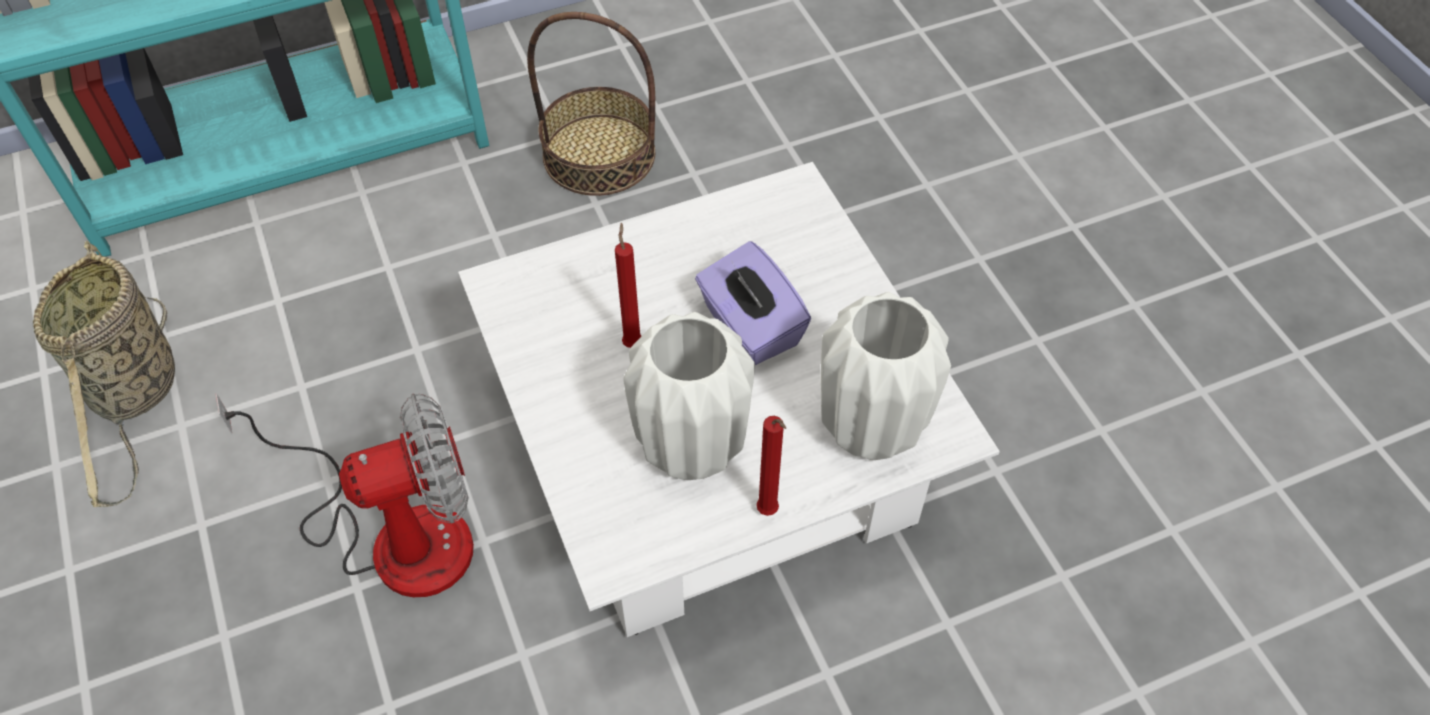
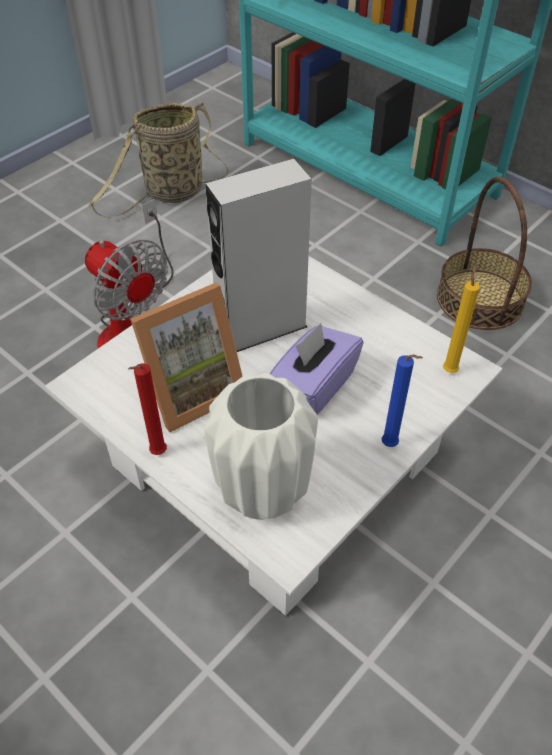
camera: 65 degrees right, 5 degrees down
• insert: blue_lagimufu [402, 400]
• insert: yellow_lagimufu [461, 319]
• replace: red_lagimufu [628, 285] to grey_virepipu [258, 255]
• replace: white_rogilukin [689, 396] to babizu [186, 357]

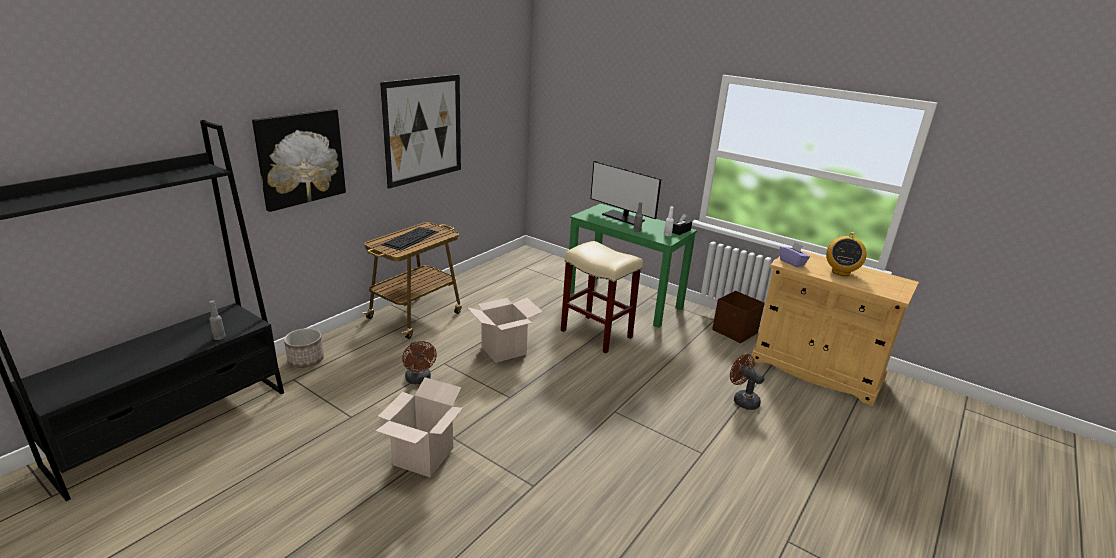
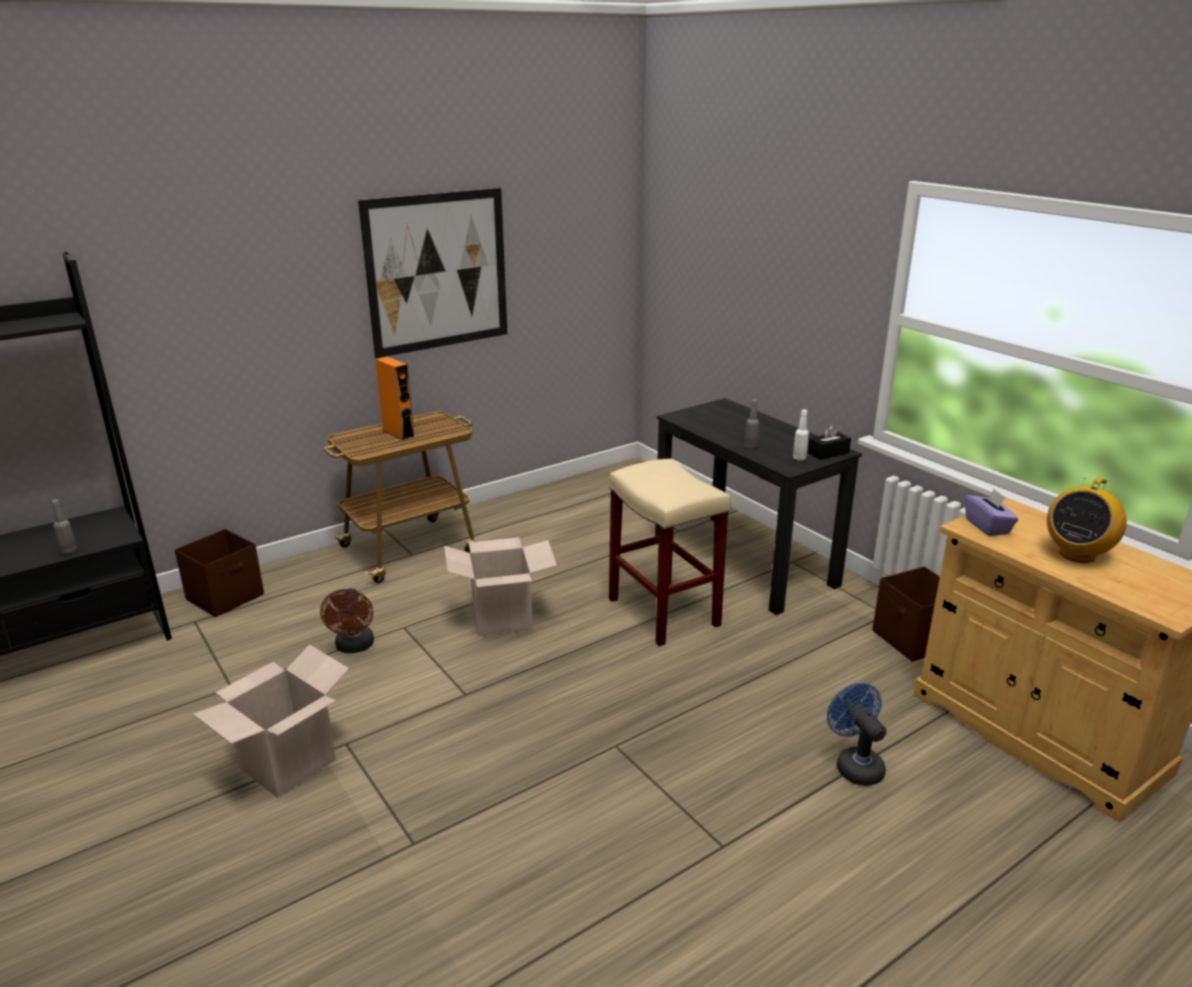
camera: 20 degrees right, 0 degrees up
• delete: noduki [299, 160]
• delete: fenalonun [626, 193]
• replace: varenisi [304, 348] to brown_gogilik [219, 573]
• replace: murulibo [409, 239] to orange_virepipu [395, 398]
• recolor: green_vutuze [633, 265] to black_vutuze [758, 506]
• recolor: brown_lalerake [747, 382] to blue_lalerake [857, 734]

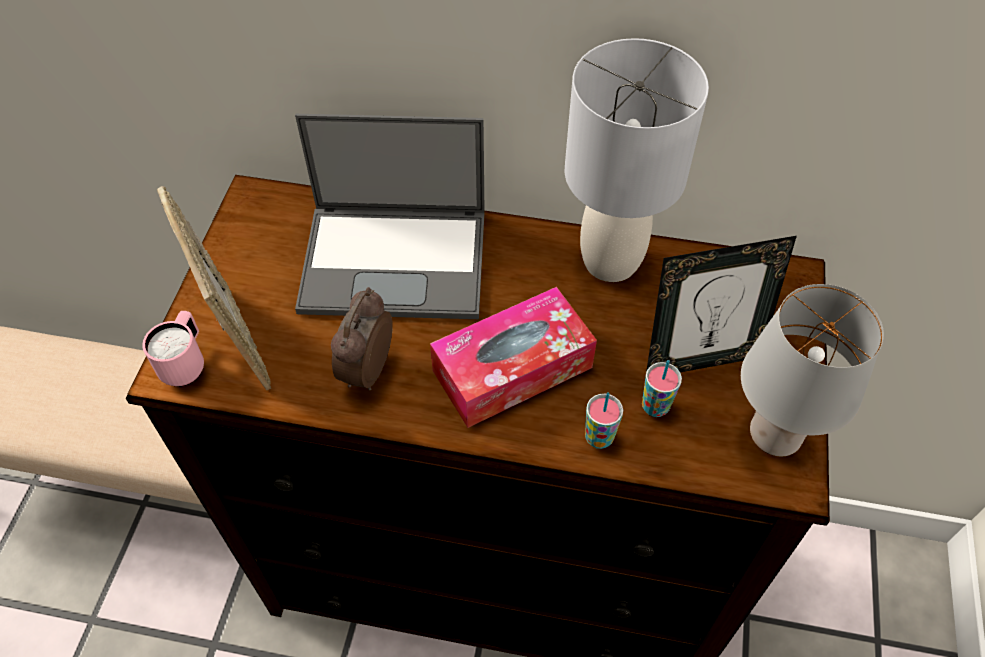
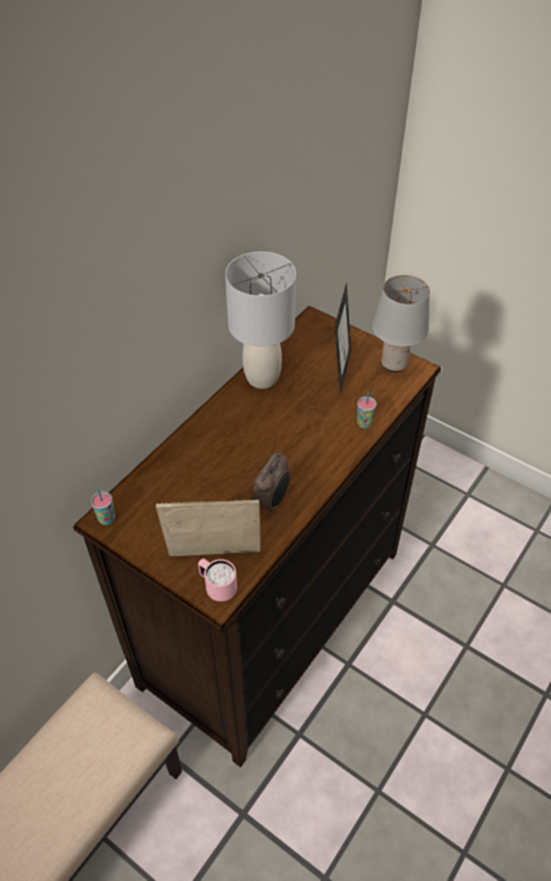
camera: 65 degrees left, 5 degrees down
• delete: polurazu [390, 216]
• delete: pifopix [513, 357]
• move: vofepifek [662, 388] to [103, 507]
• rotate: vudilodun [362, 339] = [271, 484] 105 degrees counterclockwise

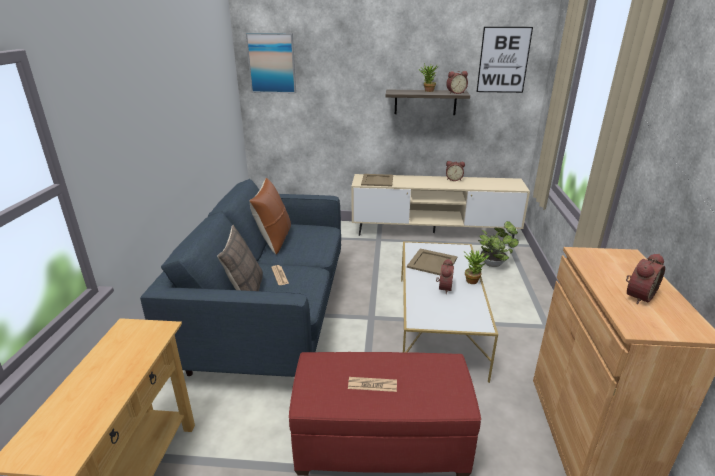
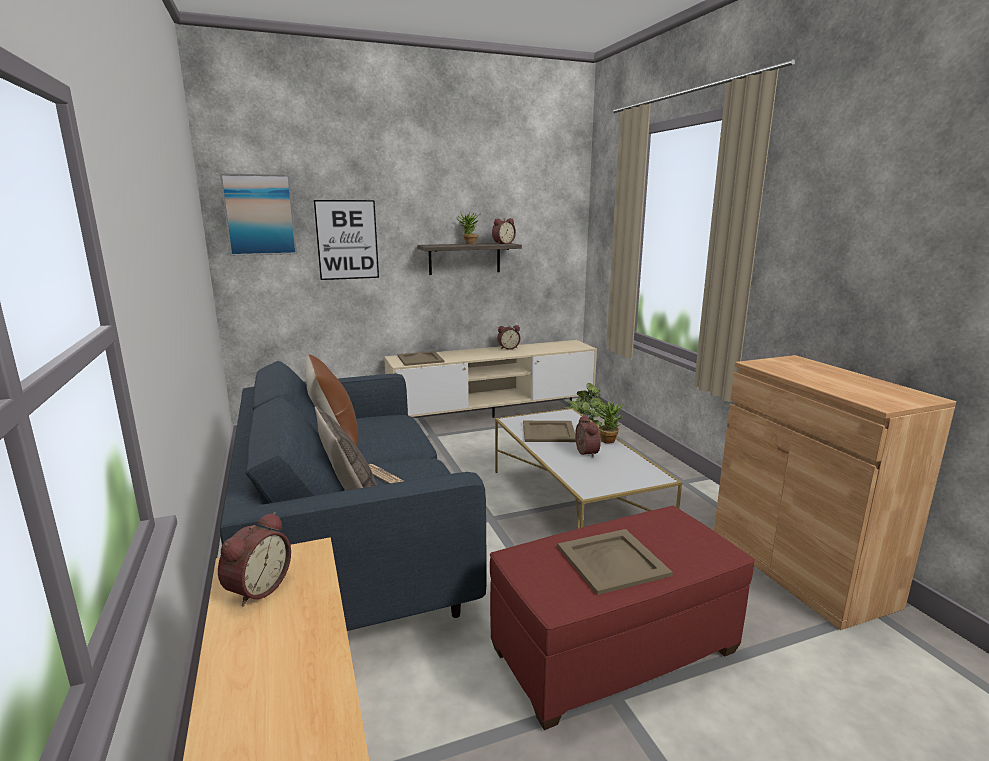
camera: 25 degrees left, 10 degrees down
• move: noduki [505, 60] to [346, 240]
• move: vudilodun [645, 278] to [254, 559]
• replace: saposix [372, 384] to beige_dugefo [615, 562]

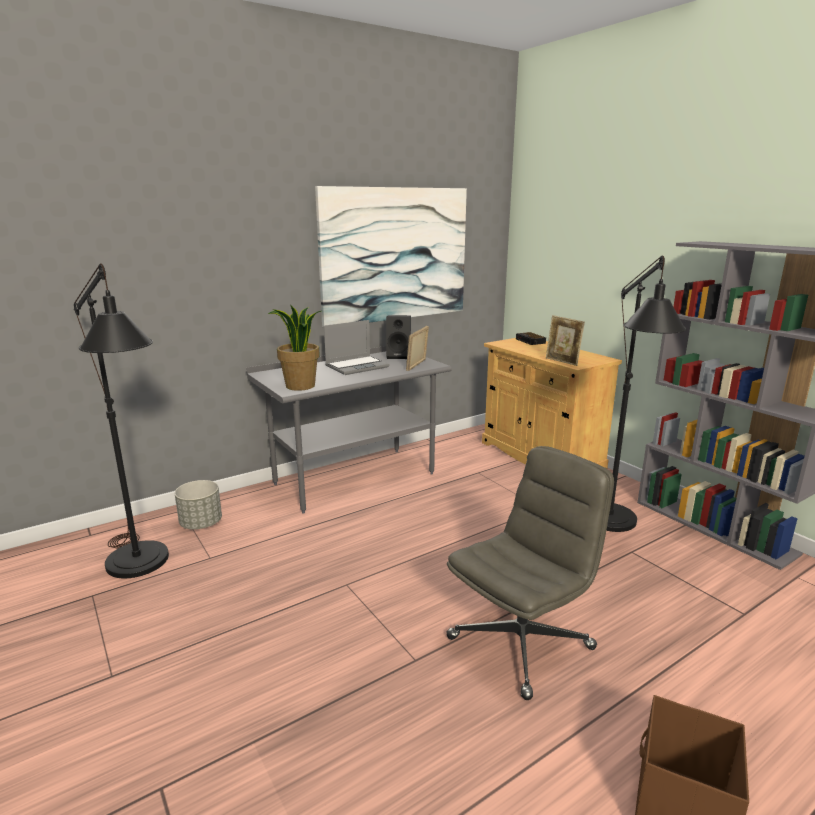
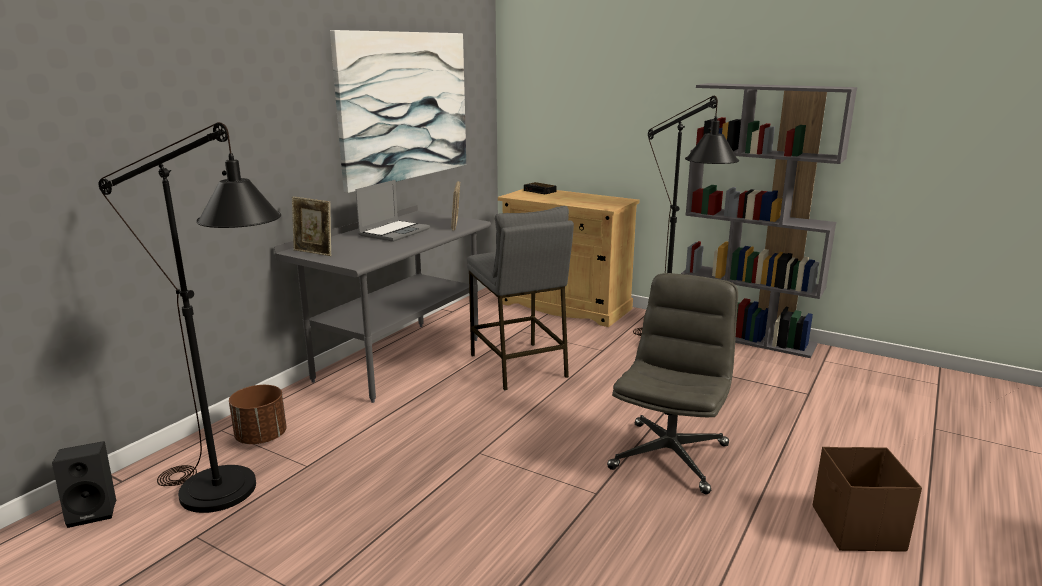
camera: 25 degrees left, 0 degrees up
• delete: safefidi [294, 348]
• insert: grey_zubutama [520, 298]
• move: black_virepipu [398, 337] to [84, 484]
• move: babizu [565, 340] to [311, 226]
• recolor: grey_varenisi [198, 504] to brown_varenisi [258, 414]

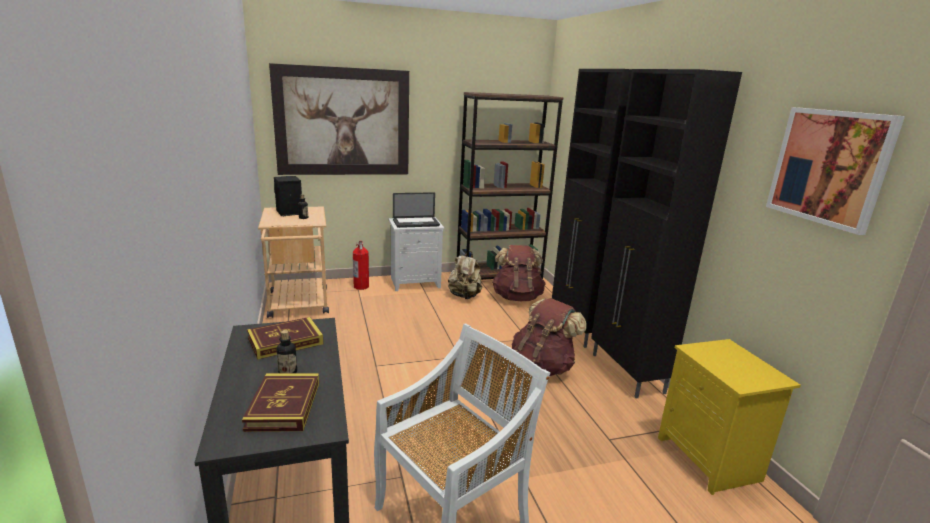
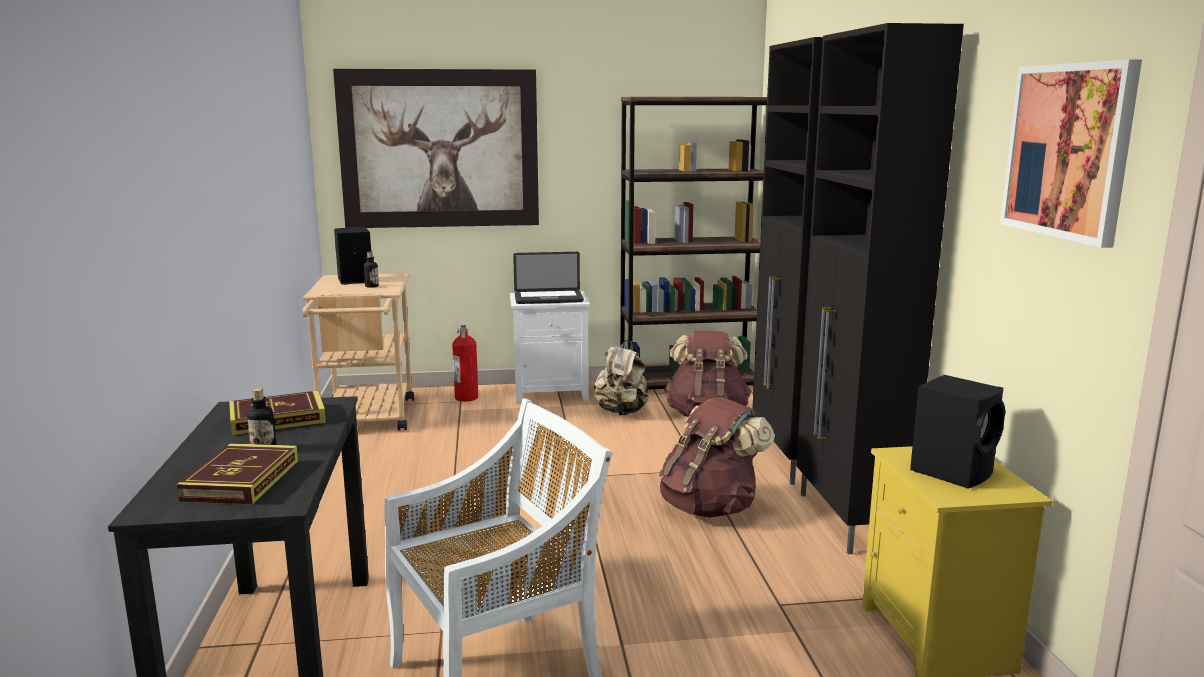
camera: 10 degrees right, 5 degrees down
• insert: black_virepipu [957, 432]

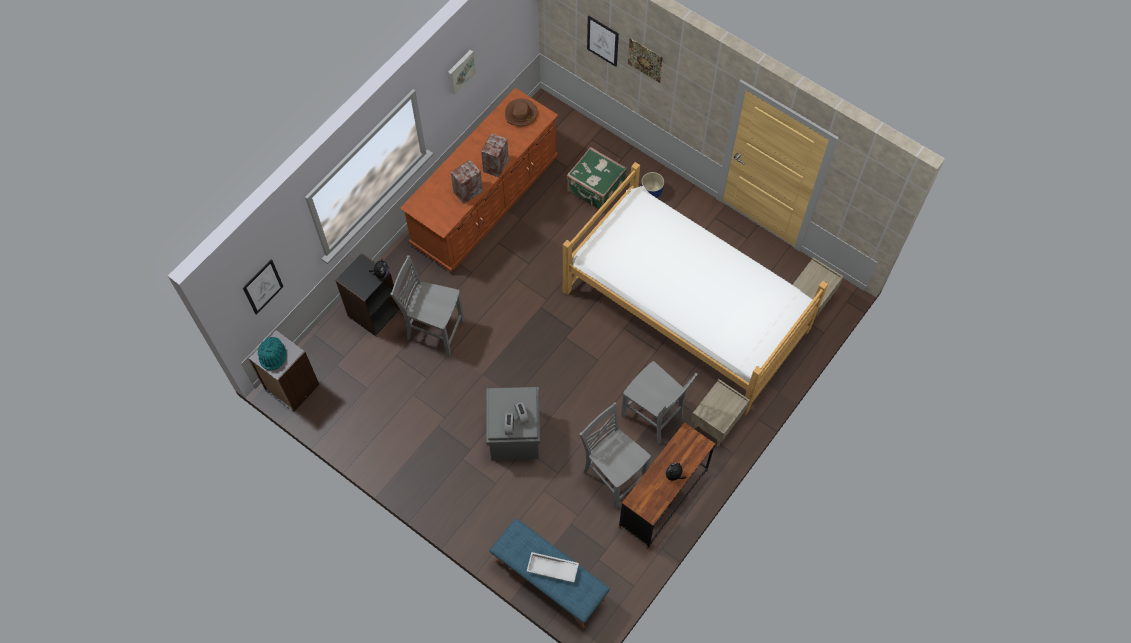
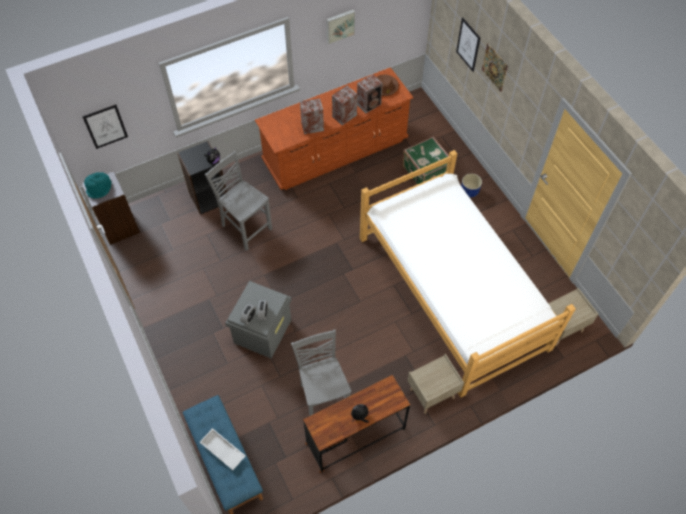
camera: 25 degrees right, 5 degrees down
• delete: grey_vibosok [659, 402]
• insert: virepipu [370, 93]

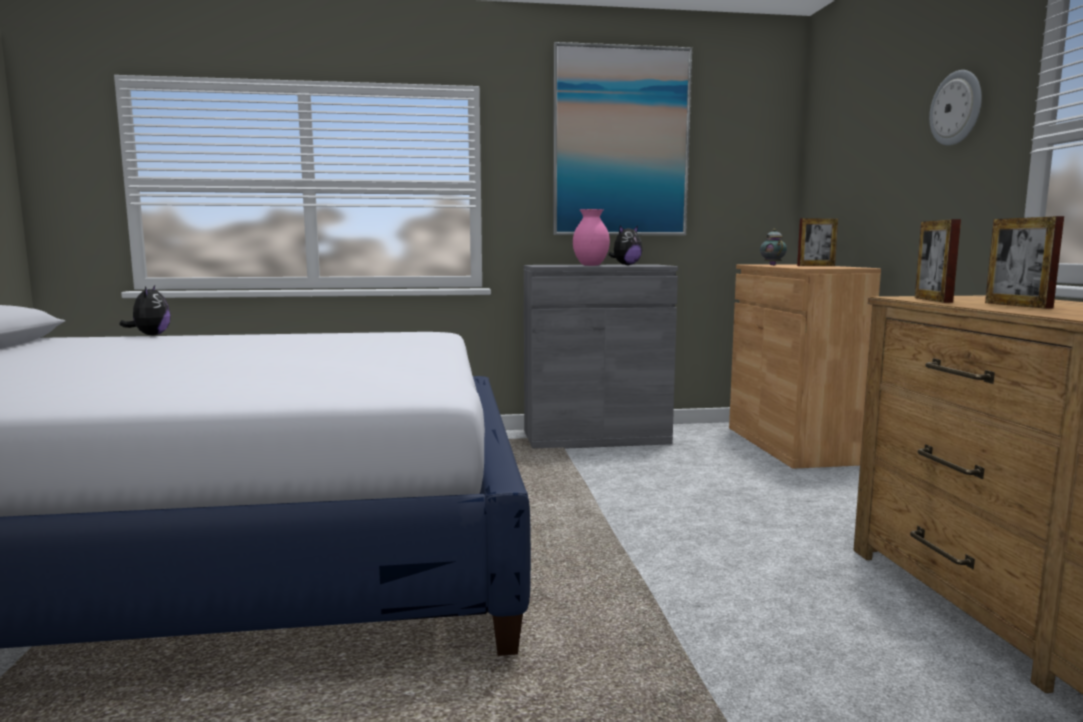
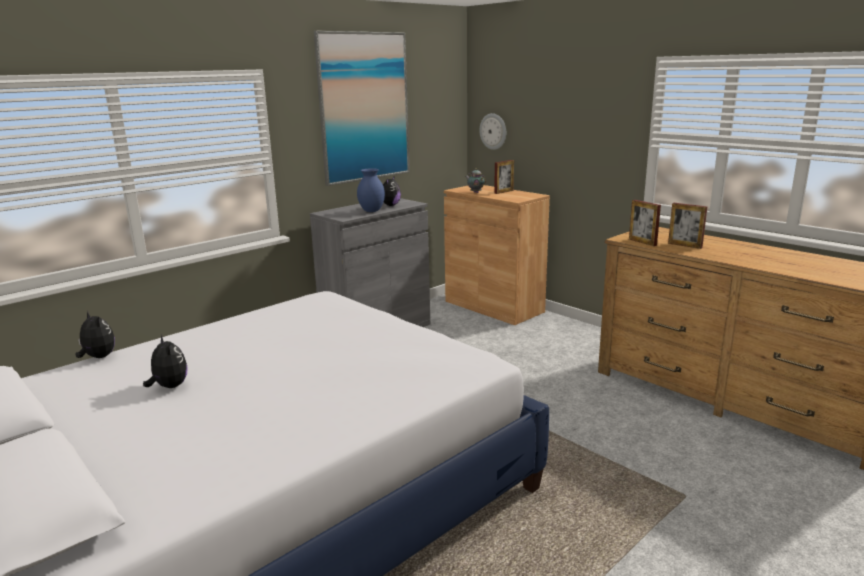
camera: 35 degrees left, 10 degrees up
• insert: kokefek [165, 361]
• move: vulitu [955, 108] to [492, 131]
• recolor: pink_rogilukin [591, 237] to blue_rogilukin [371, 190]

